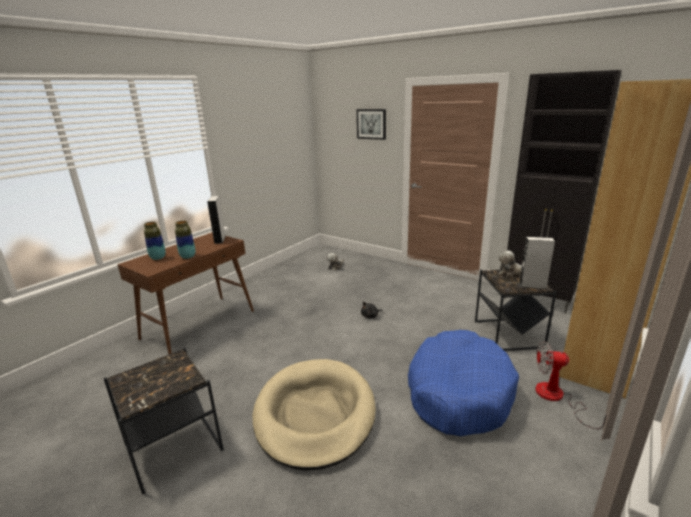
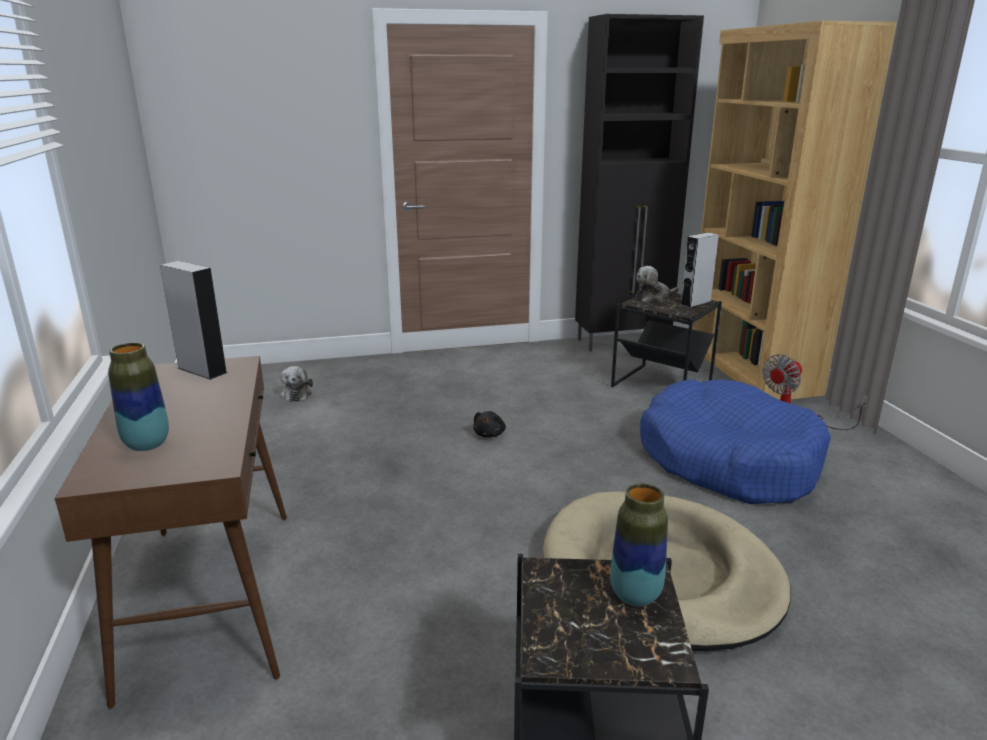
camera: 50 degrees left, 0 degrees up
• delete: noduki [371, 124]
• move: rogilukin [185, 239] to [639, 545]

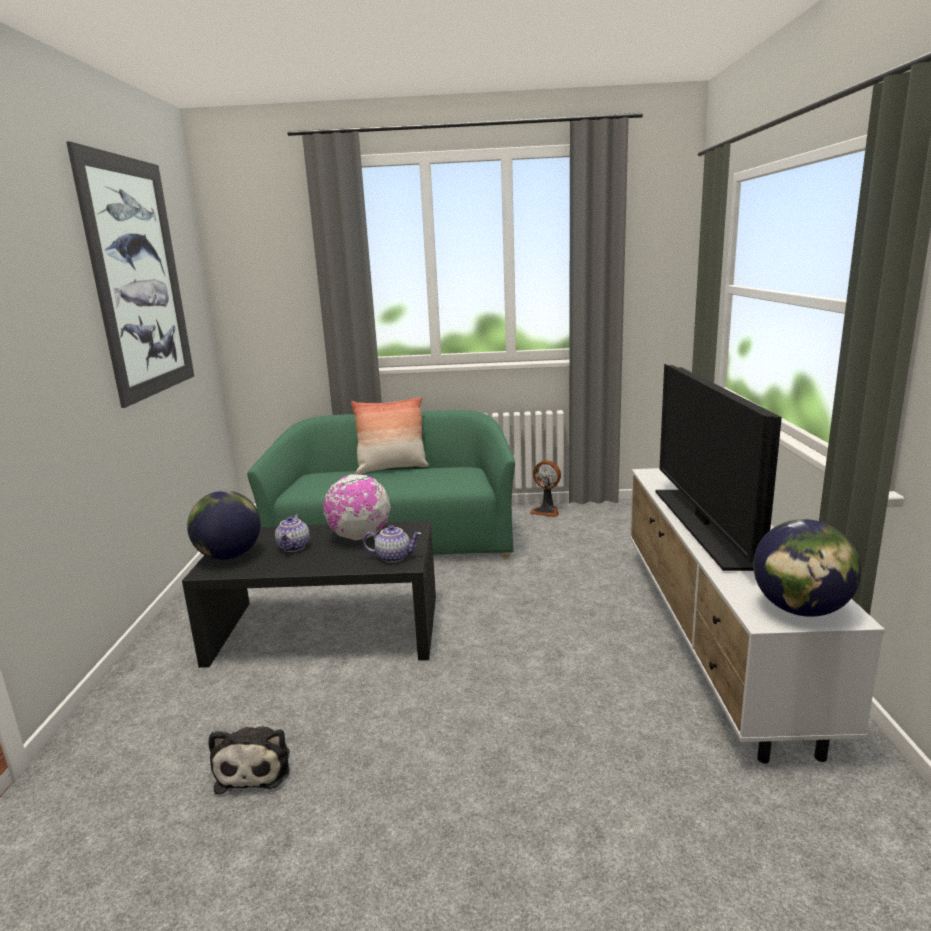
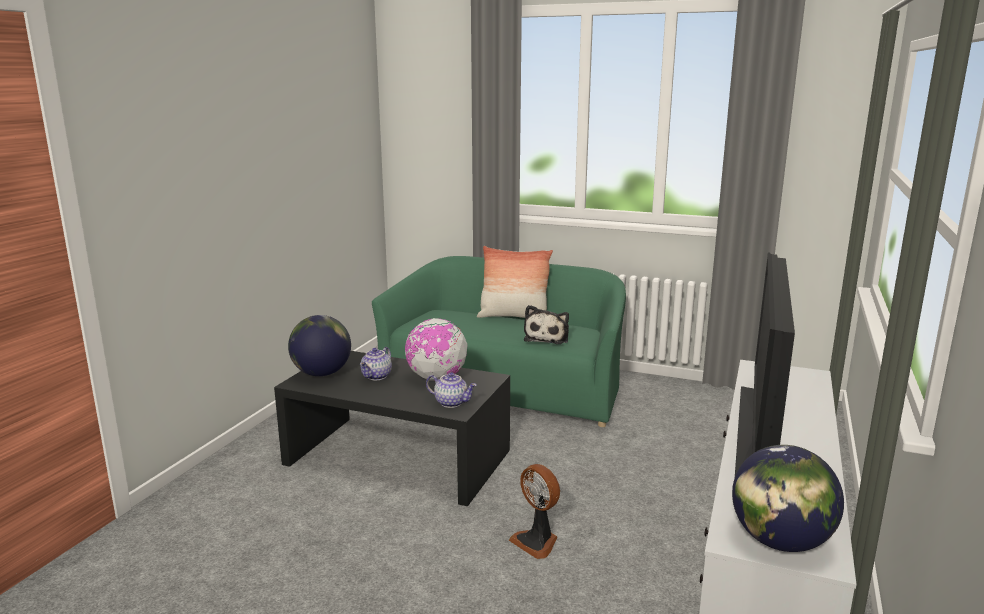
camera: 20 degrees right, 0 degrees up
• delete: noduki [130, 274]
• move: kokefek [249, 760] to [546, 324]
• move: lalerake [545, 488] to [534, 511]

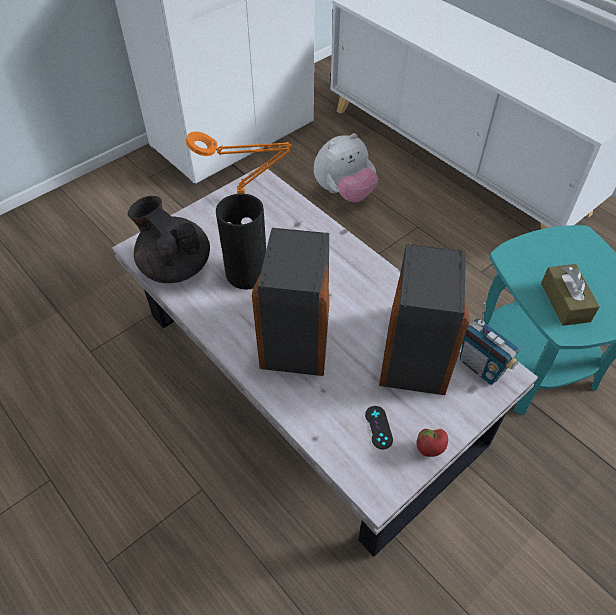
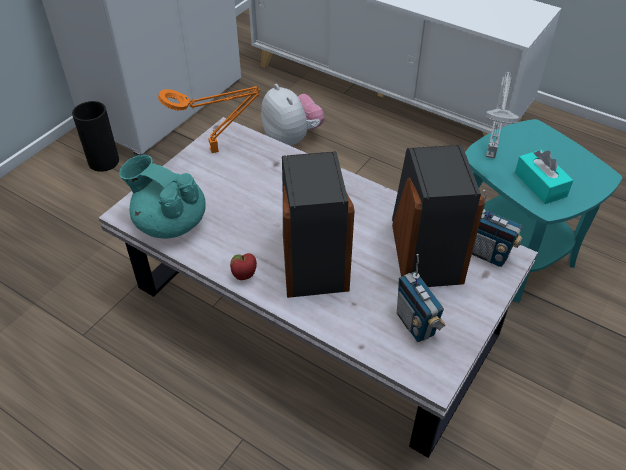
camera: 15 degrees left, 5 degrees down
• insert: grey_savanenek [503, 115]
• move: rogilukin [241, 241] to [95, 136]
• move: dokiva [432, 443] to [243, 266]
• replace: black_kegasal [379, 427] to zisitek [421, 298]
• recolor: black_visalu [169, 239] to turquoise_visalu [162, 197]
• recolor: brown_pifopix [570, 295] to turquoise_pifopix [544, 176]
• rotate: kokefek [346, 167] = [293, 115] 75 degrees counterclockwise

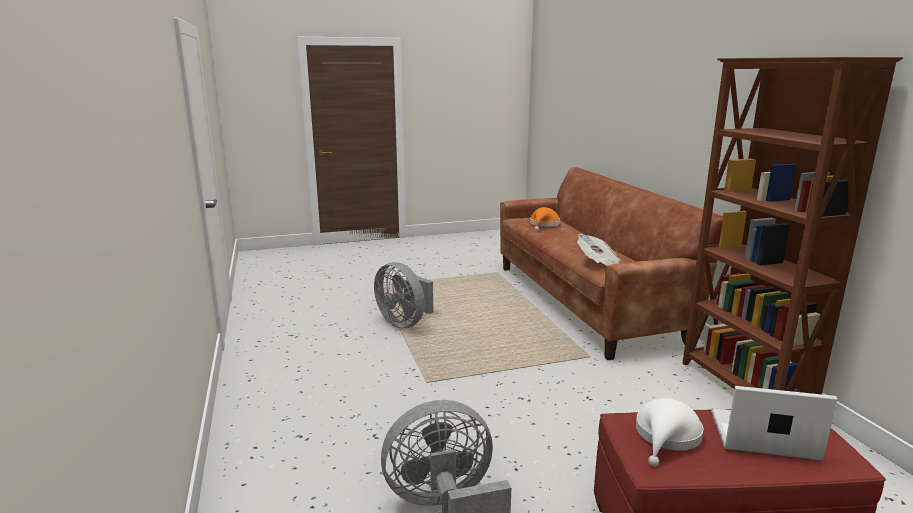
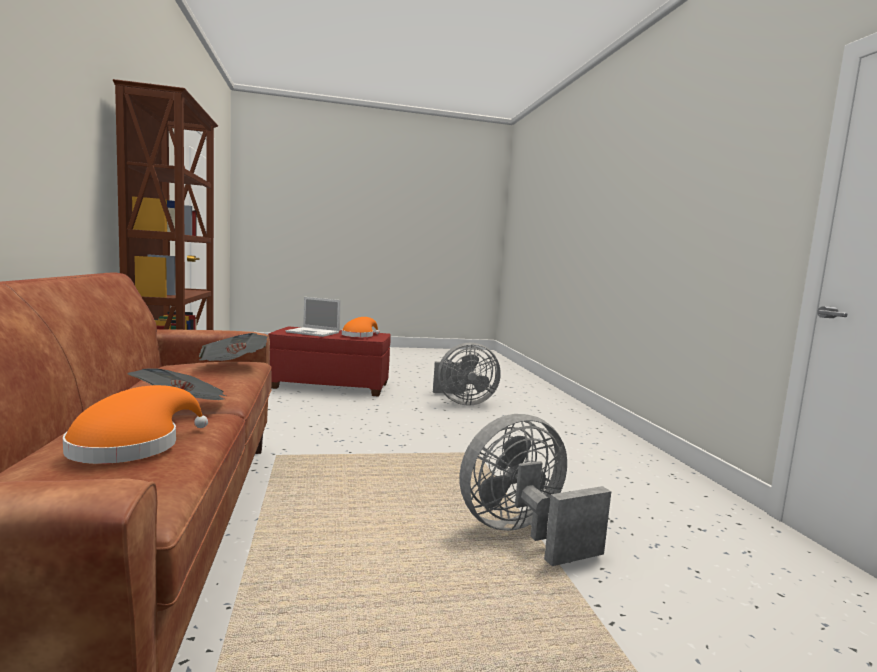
camera: 175 degrees left, 10 degrees down
• insert: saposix [176, 384]
• recolor: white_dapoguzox [670, 432] to orange_dapoguzox [361, 327]
• rotate: grey_lalerake [403, 295] = [535, 490] 75 degrees counterclockwise

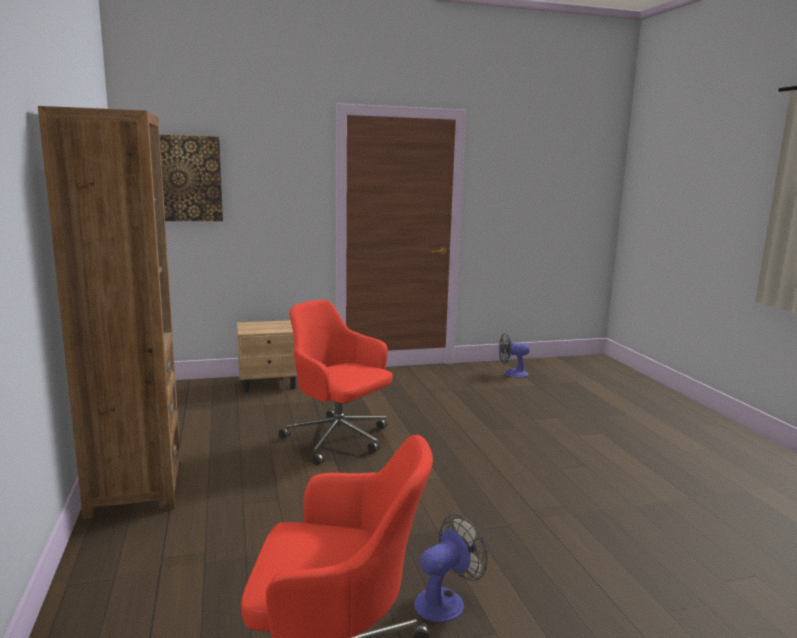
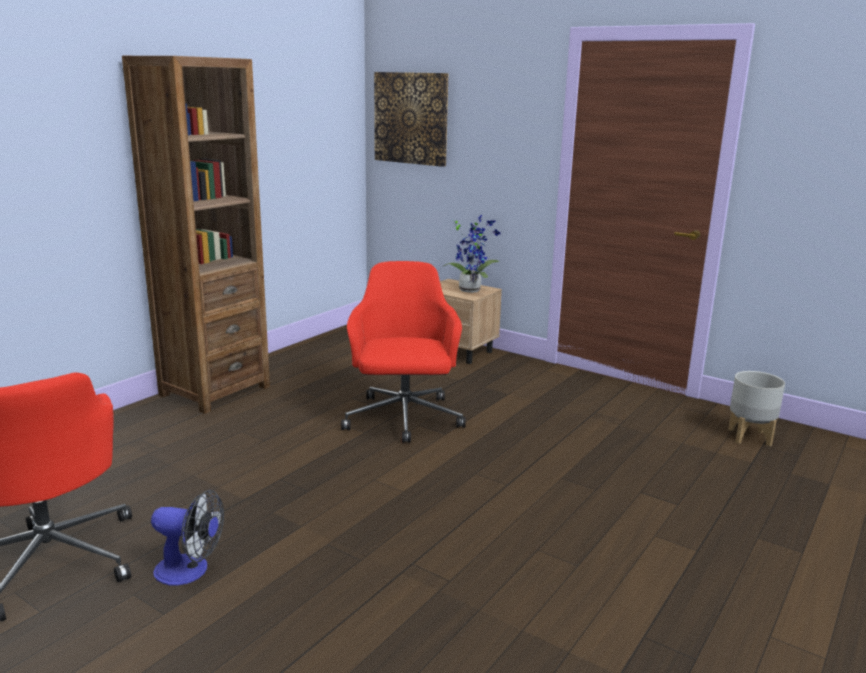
camera: 50 degrees right, 5 degrees up
• insert: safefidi [472, 254]
• replace: lalerake [514, 355] to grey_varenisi [756, 408]

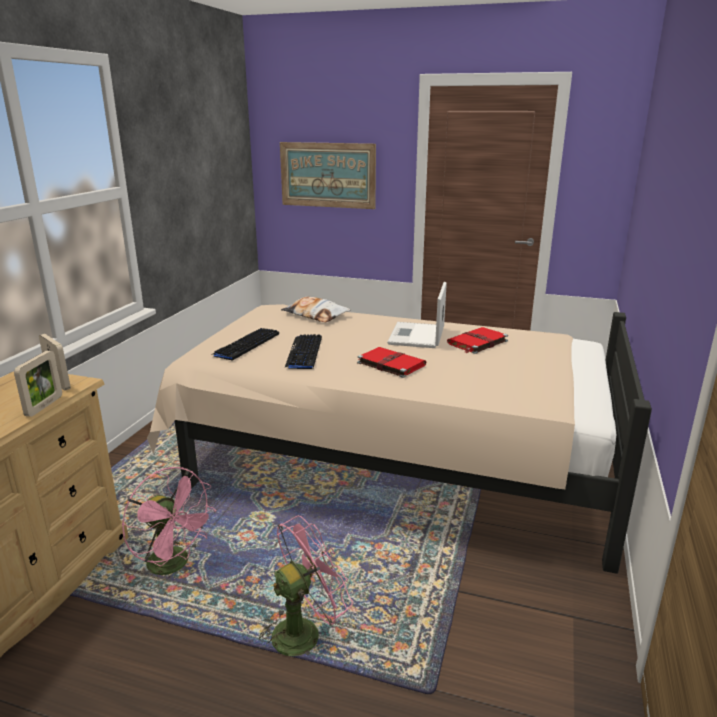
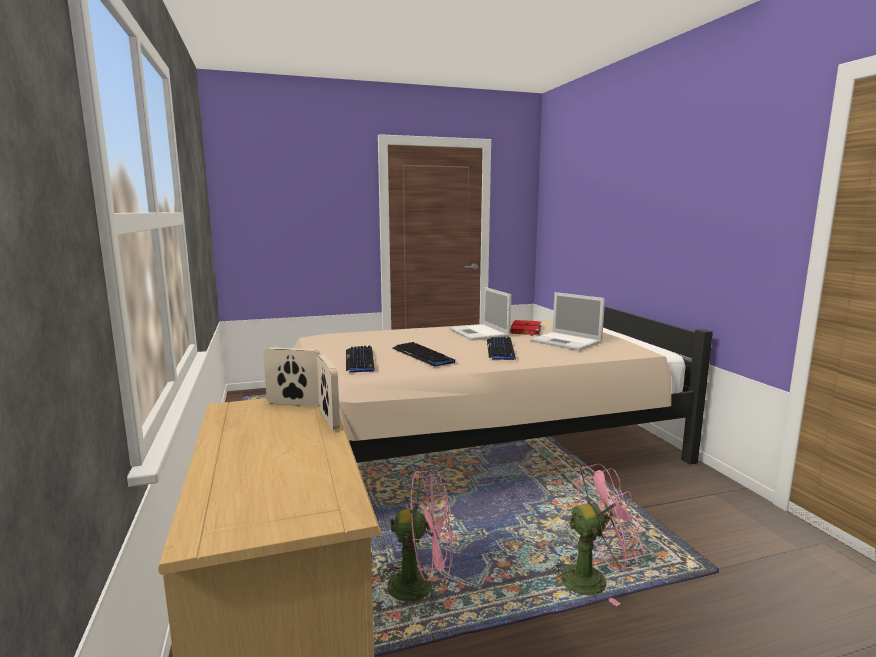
camera: 35 degrees left, 10 degrees down
• delete: noduki [328, 175]
• delete: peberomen [316, 309]
• insert: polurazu [567, 321]
• replace: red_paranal [391, 362] to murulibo [501, 348]
• rotate: pink_lalerake [304, 586] = [595, 535] 60 degrees clockwise

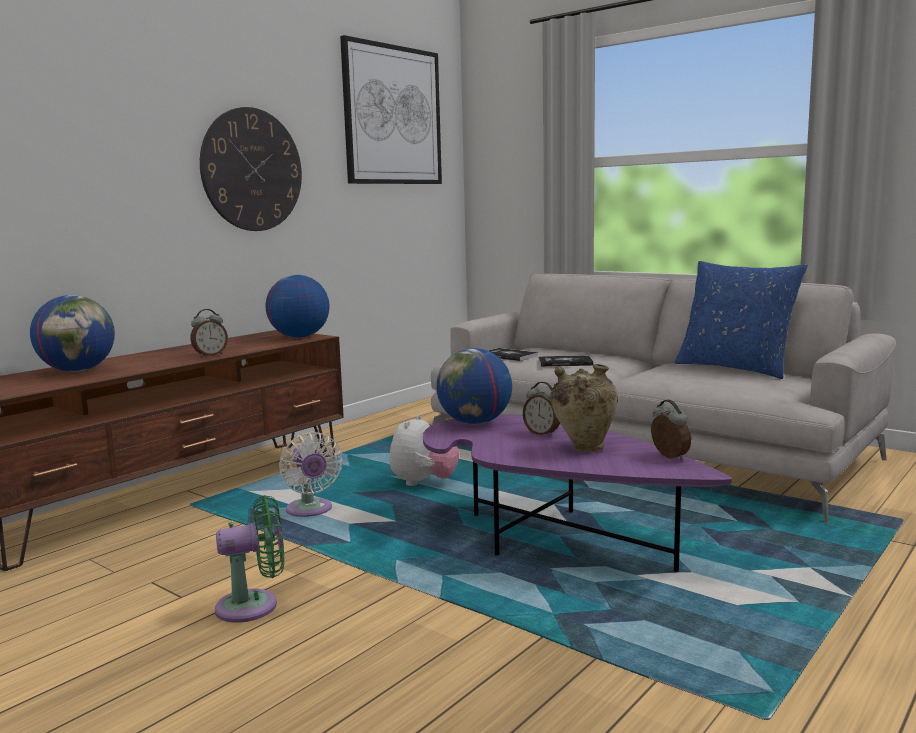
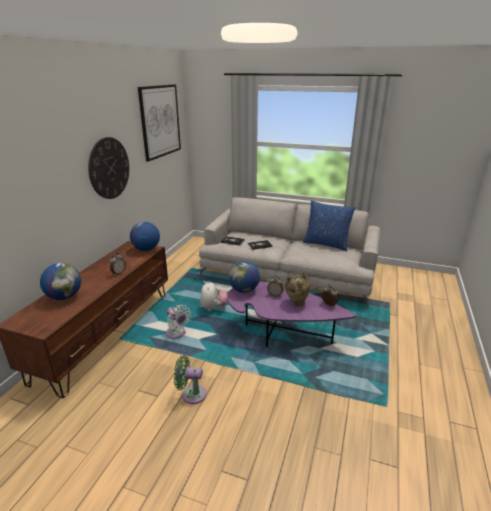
camera: 20 degrees left, 15 degrees up
• rotate: green_lalerake [249, 559] = [190, 379] 135 degrees counterclockwise

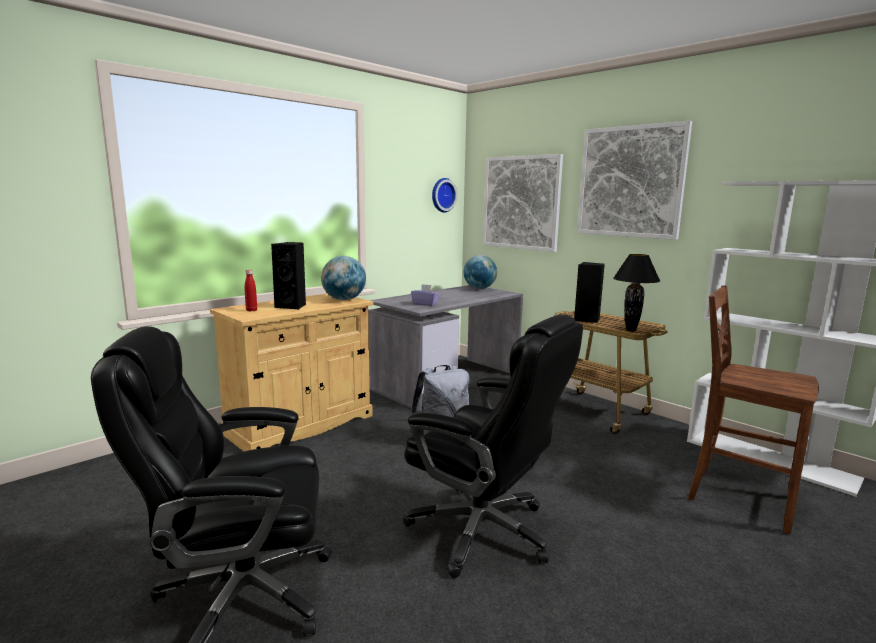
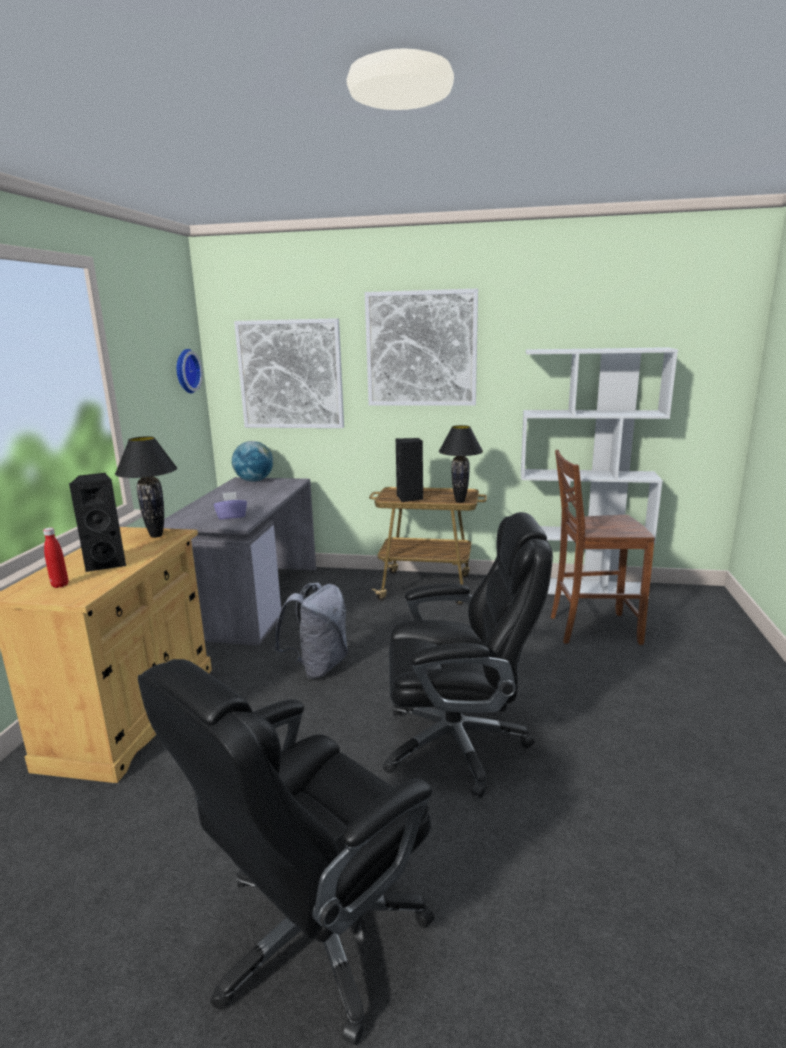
camera: 35 degrees left, 5 degrees up
• replace: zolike [343, 278] to black_savanenek [146, 487]

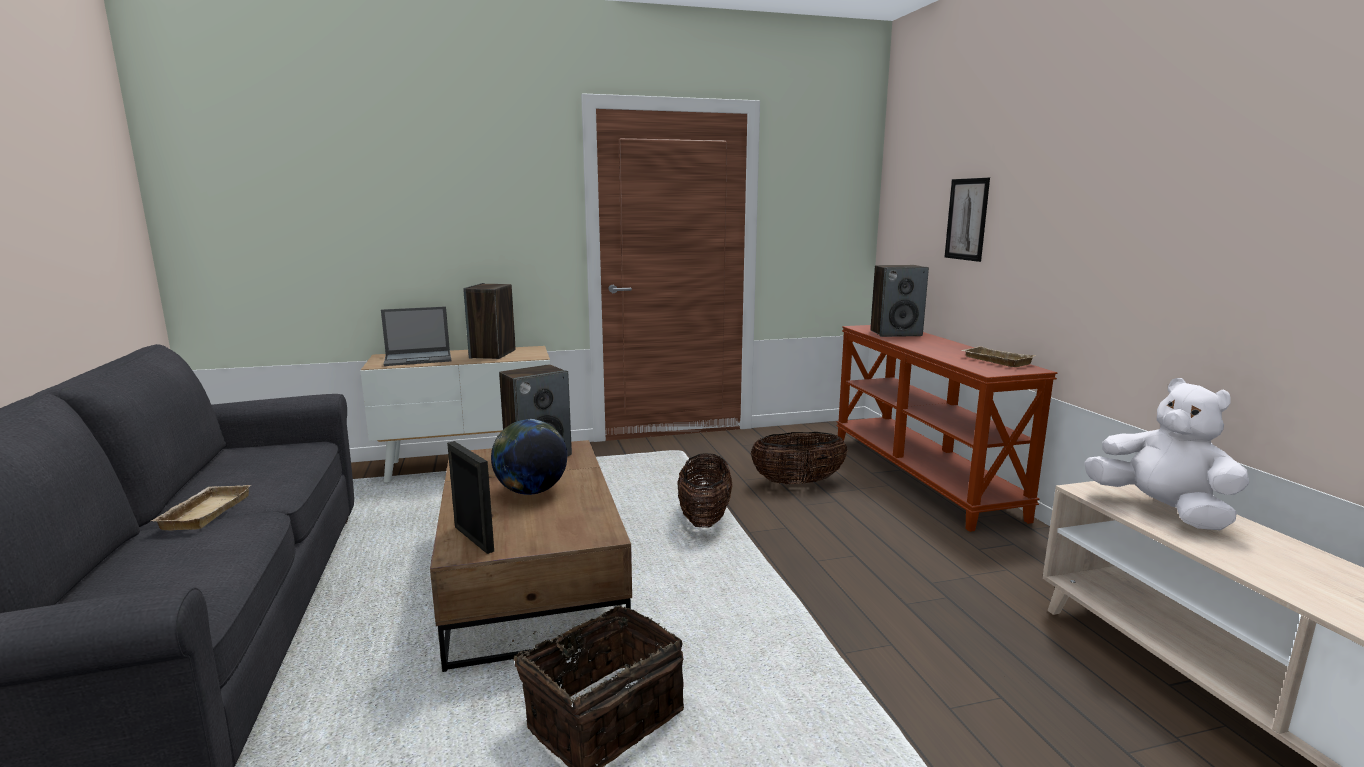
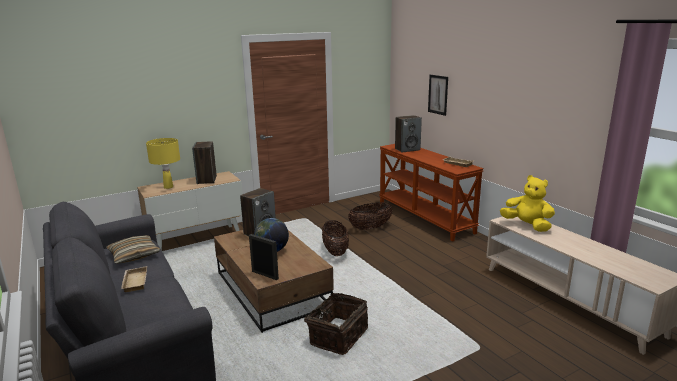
camera: 15 degrees left, 5 degrees up
• insert: peberomen [133, 249]
• replace: polurazu [416, 336] to yellow_savanenek [163, 163]
• recolor: white_kokefek [1166, 454] to yellow_kokefek [527, 203]

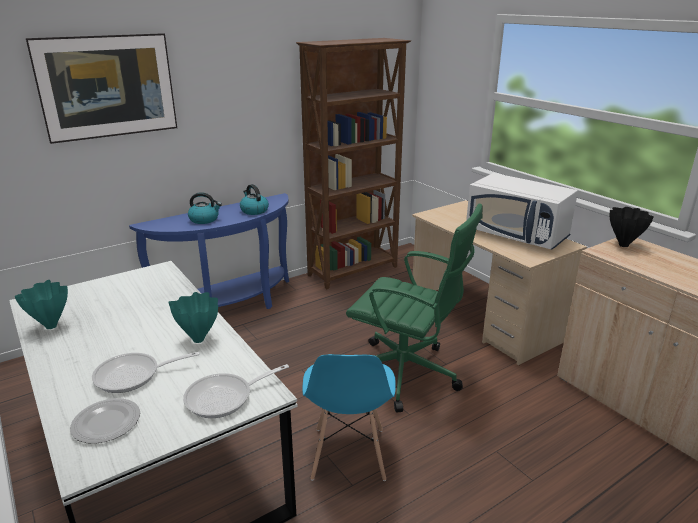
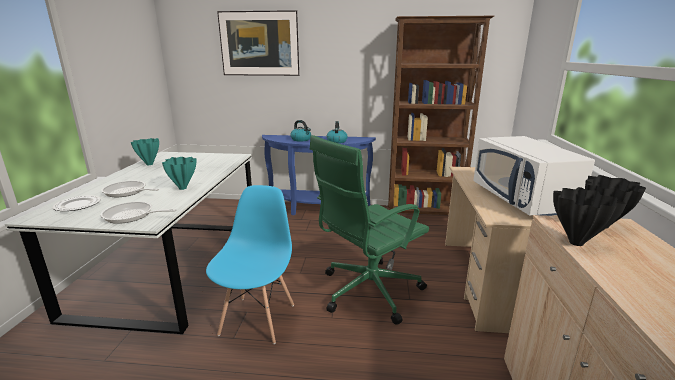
camera: 40 degrees right, 5 degrees down
• insert: black_rogilukin [590, 216]
• rotate: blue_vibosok [349, 417] = [250, 264] 150 degrees clockwise
• rotate: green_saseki [414, 308] = [369, 230] 75 degrees clockwise

